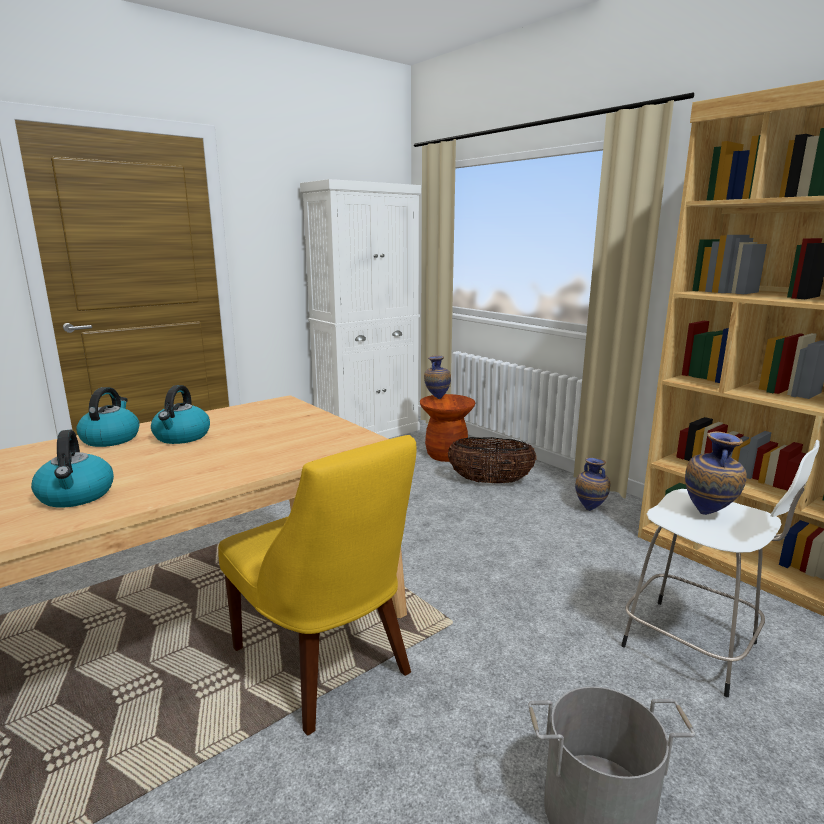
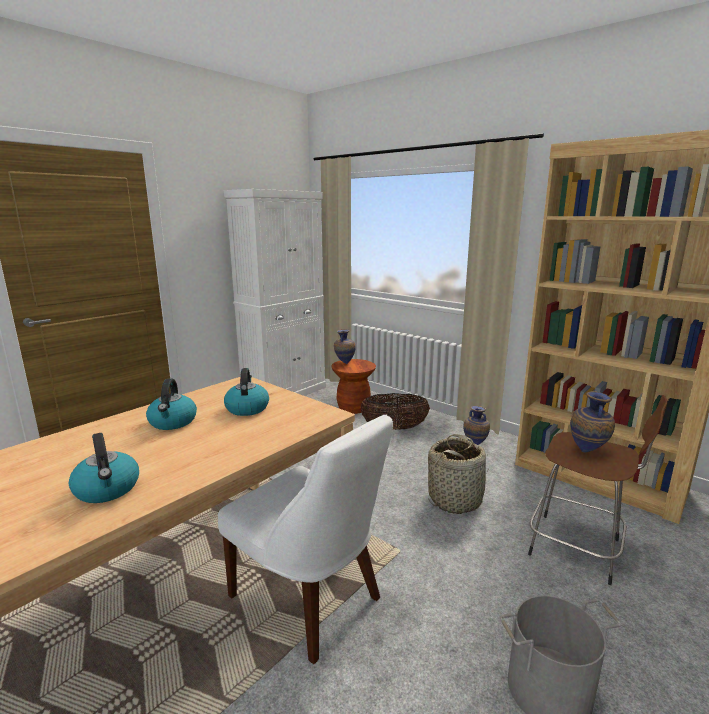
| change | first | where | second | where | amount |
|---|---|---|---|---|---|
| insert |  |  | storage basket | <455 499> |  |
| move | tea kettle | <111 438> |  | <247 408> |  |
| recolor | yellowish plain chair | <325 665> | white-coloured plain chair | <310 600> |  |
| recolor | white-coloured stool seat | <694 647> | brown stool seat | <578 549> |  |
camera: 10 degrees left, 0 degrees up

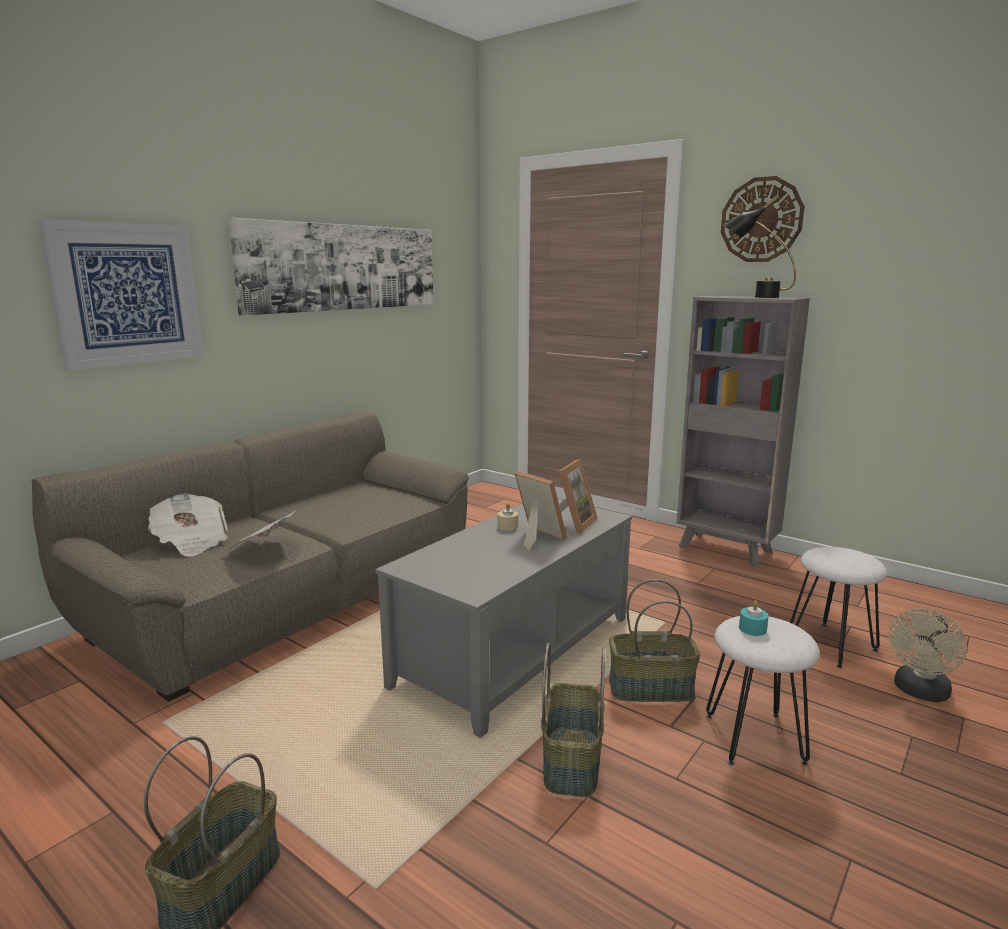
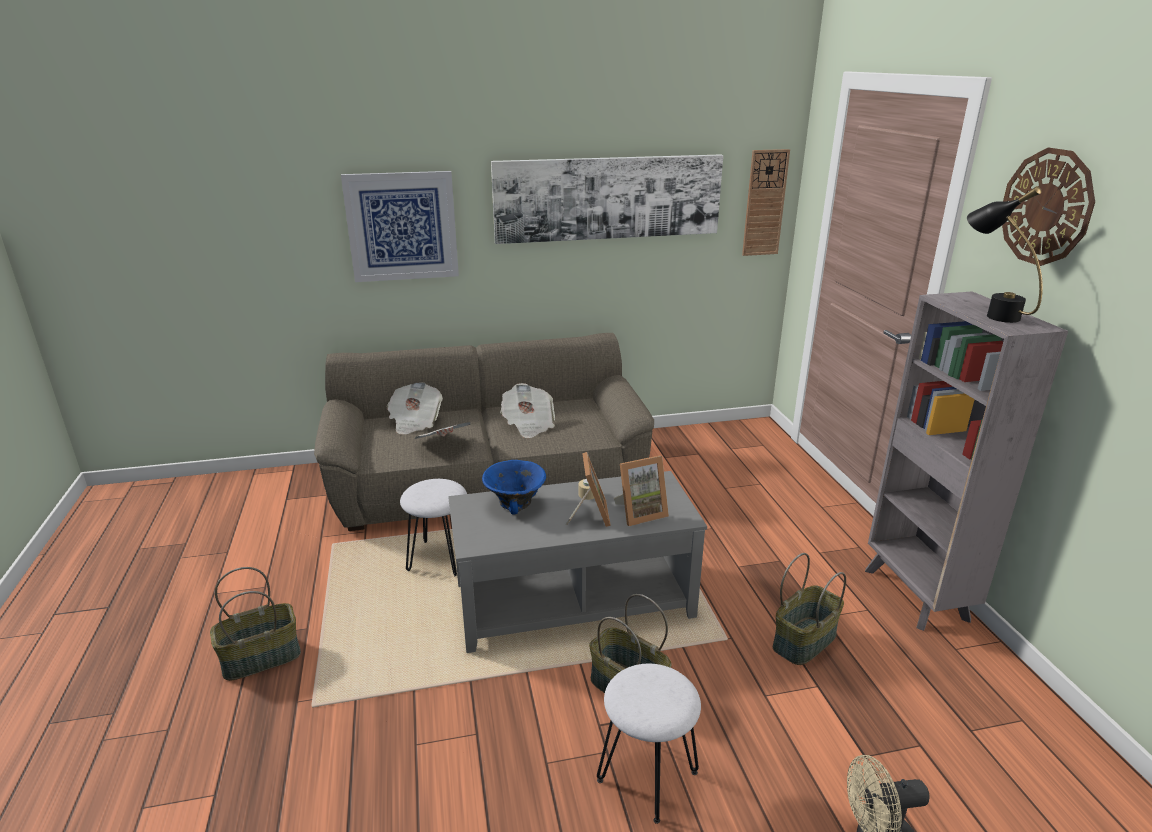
| change | first | where | second | where | amount |
|---|---|---|---|---|---|
| delete | blue-green wax light | <752 629> |  |  |  |
| insert |  |  | bluish deep dish | <514 504> |  |
| insert |  |  | printed paper | <528 424> |  |
| insert |  |  | wall clock | <764 203> |  |
| move | storage basket | <570 761> |  | <803 640> |  |
| move | white-coloured stool seat | <831 644> |  | <440 559> |  |
camera: 40 degrees right, 10 degrees up

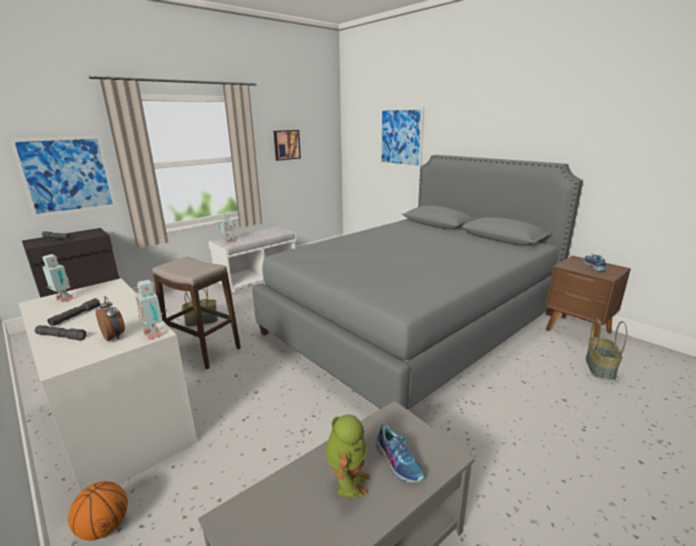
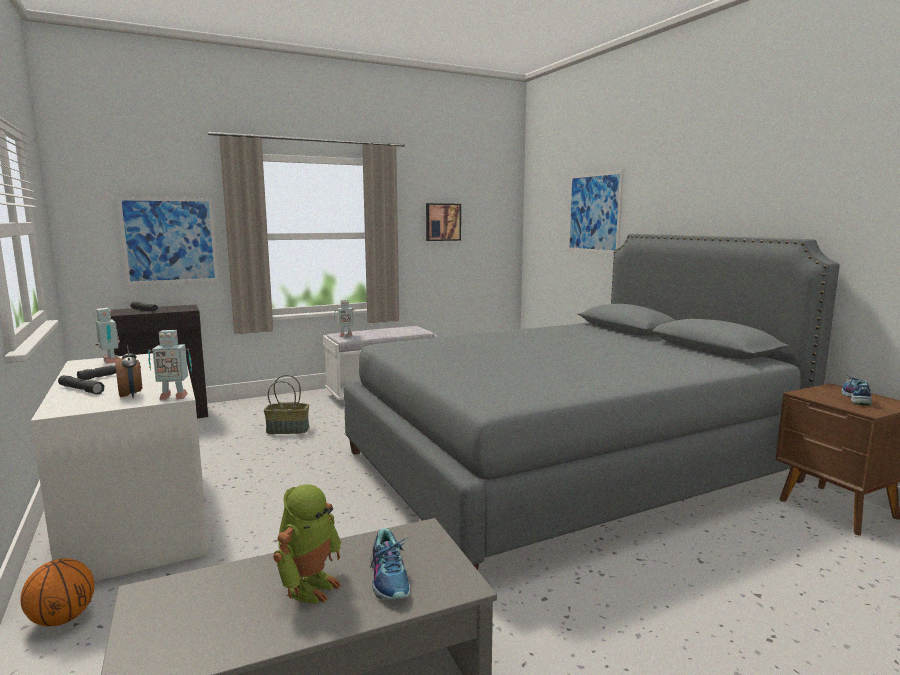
| change | first | where | second | where | amount |
|---|---|---|---|---|---|
| delete | stool seat | <203 350> |  |  |  |
| delete | storage basket | <600 368> |  |  |  |
| rotate | robot figure | <154 333> |  | <173 397> | 75 degrees counterclockwise |
camera: 15 degrees right, 10 degrees down

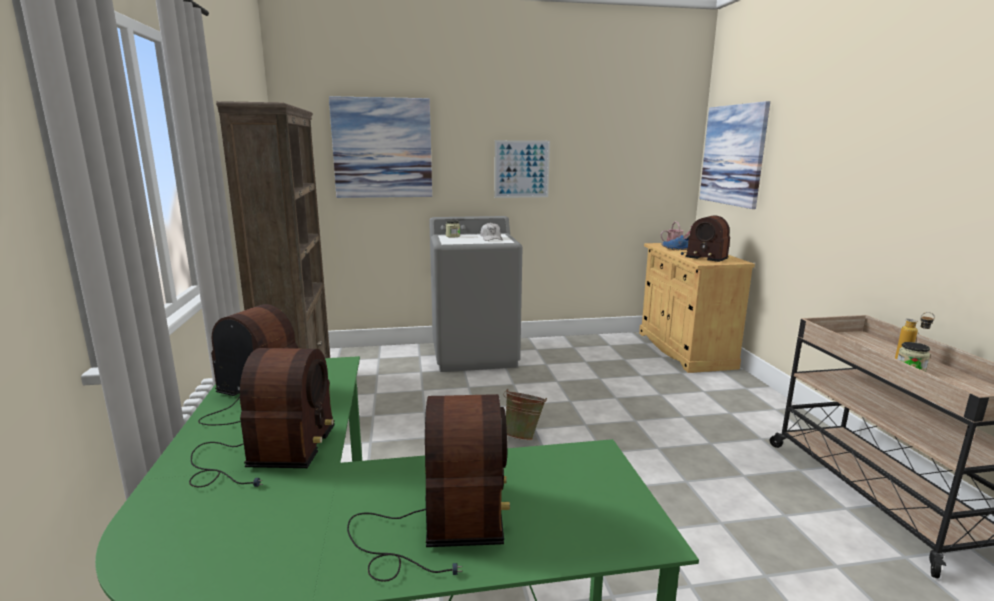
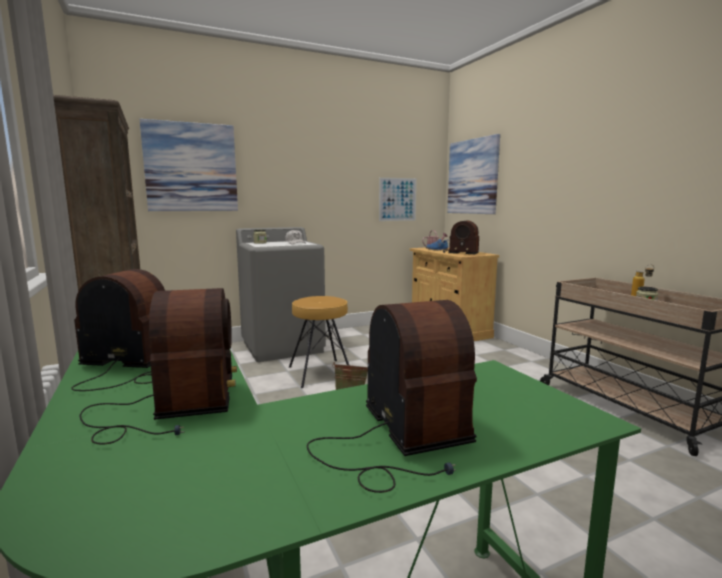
| change | first | where | second | where | amount |
|---|---|---|---|---|---|
| insert |  |  | brown stool seat | <320 373> |  |
| move | picture | <521 169> |  | <397 199> |  |
camera: 15 degrees left, 5 degrees down

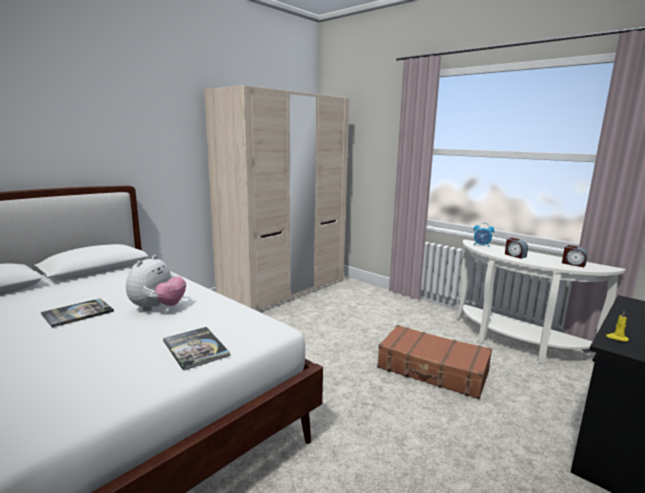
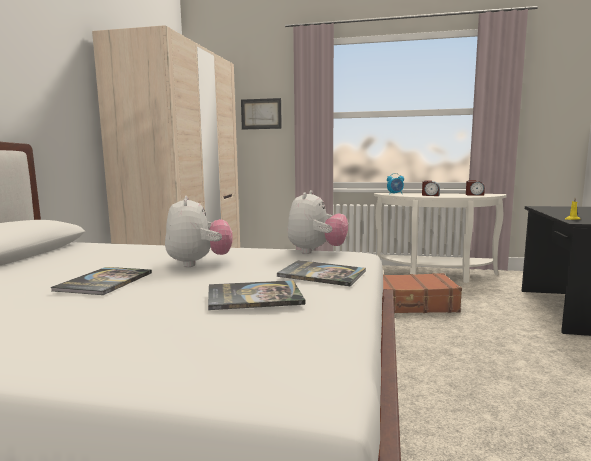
| change | first | where | second | where | amount |
|---|---|---|---|---|---|
| insert |  |  | book | <254 296> |  |
| insert |  |  | picture | <261 114> |  |
| insert |  |  | cuddly toy | <316 251> |  |
camera: 30 degrees left, 5 degrees down

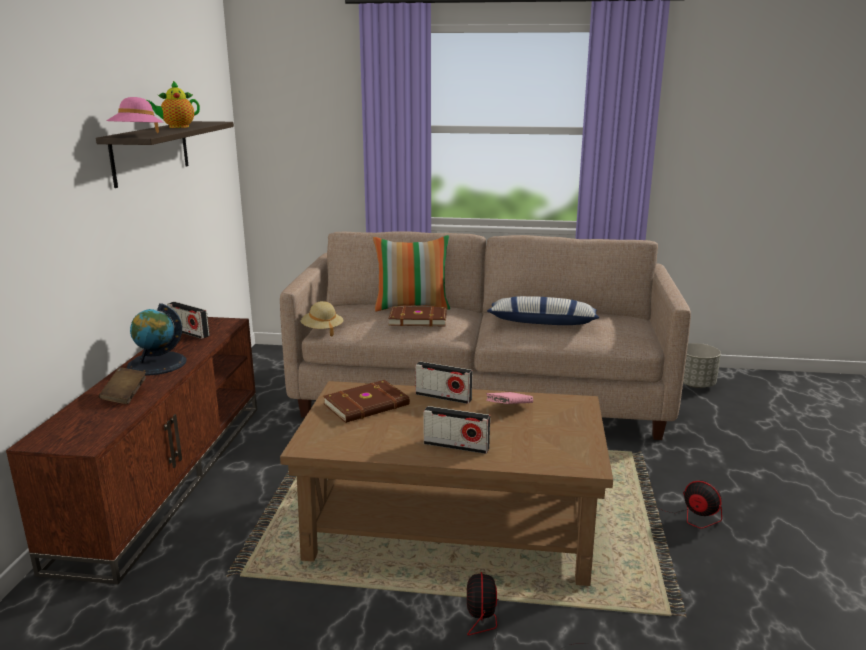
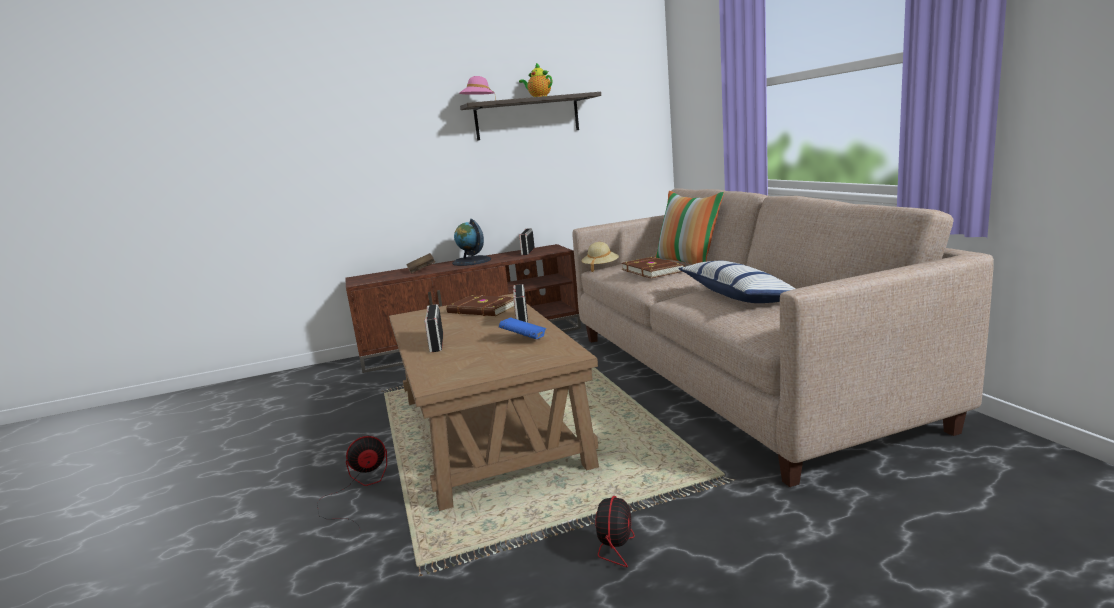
| change | first | where | second | where | amount |
|---|---|---|---|---|---|
| delete | gray planter | <695 384> |  |  |  |
| recolor | pink book | <509 408> | bluish book | <524 339> |  |
camera: 65 degrees right, 5 degrees down

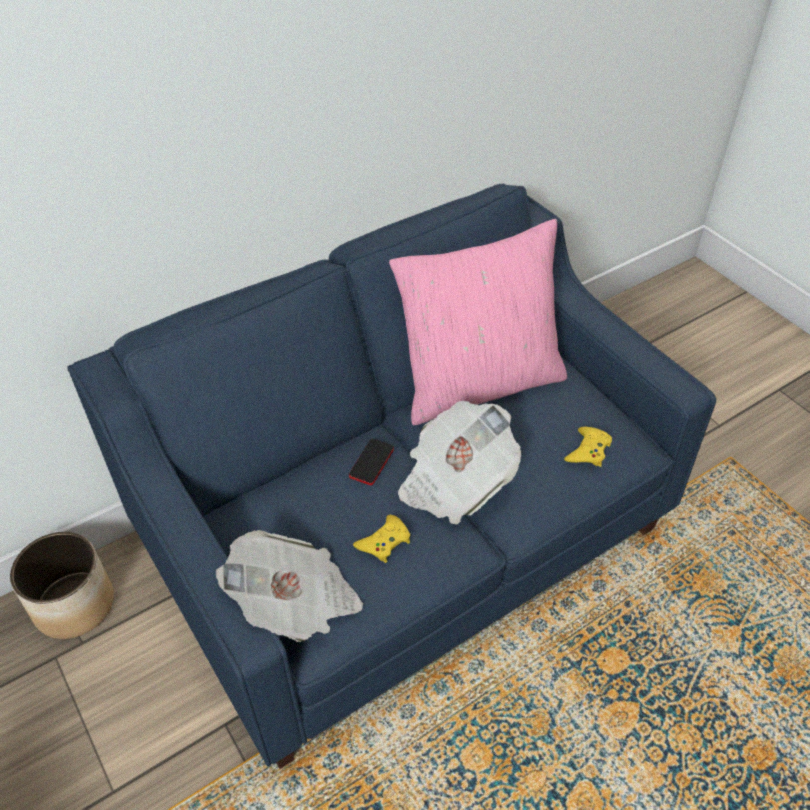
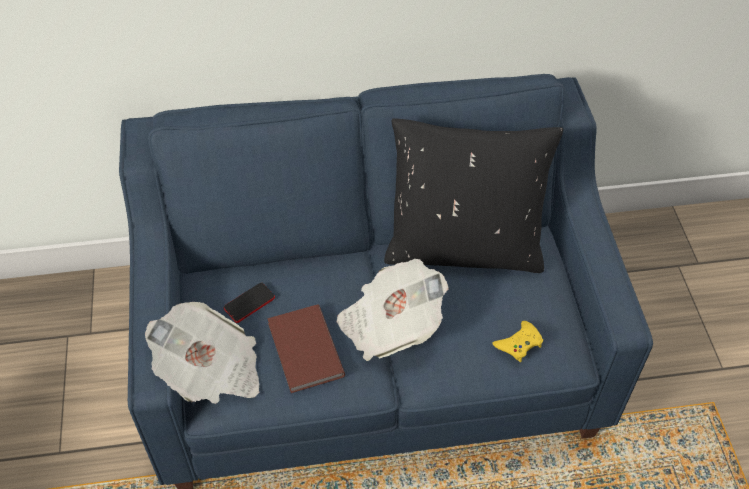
| change | first | where | second | where | amount |
|---|---|---|---|---|---|
| delete | planter | <75 604> |  |  |  |
| move | telephone | <371 462> |  | <249 303> |  |
| replace | yellowish gamepad | <384 542> | brown book | <303 351> |  |
| recolor | pink pillow | <479 383> | black-coloured pillow | <463 247> |  |
camera: 25 degrees right, 5 degrees up

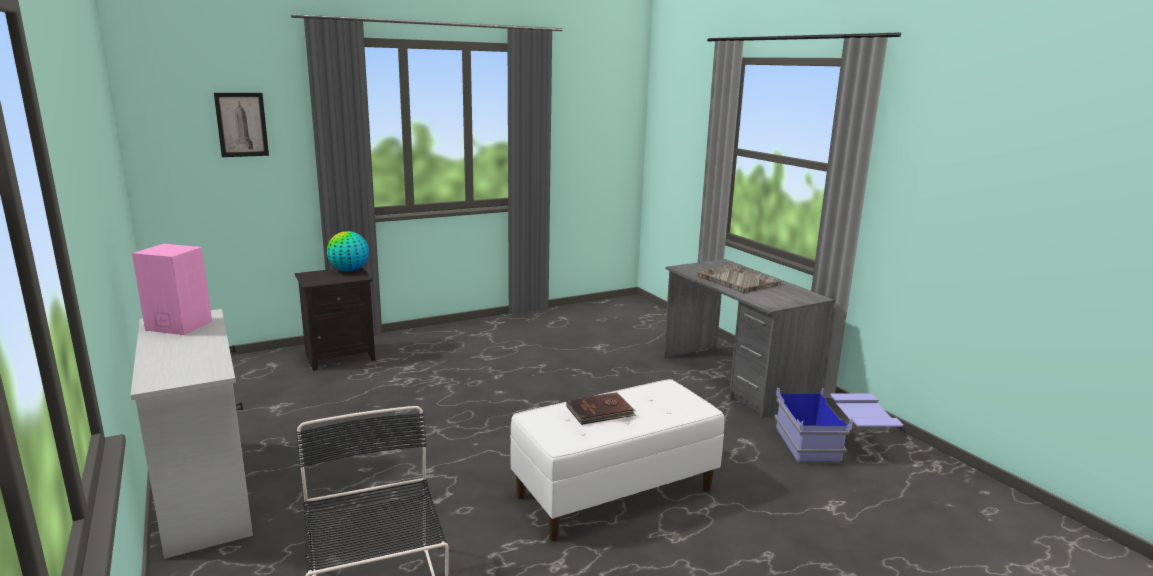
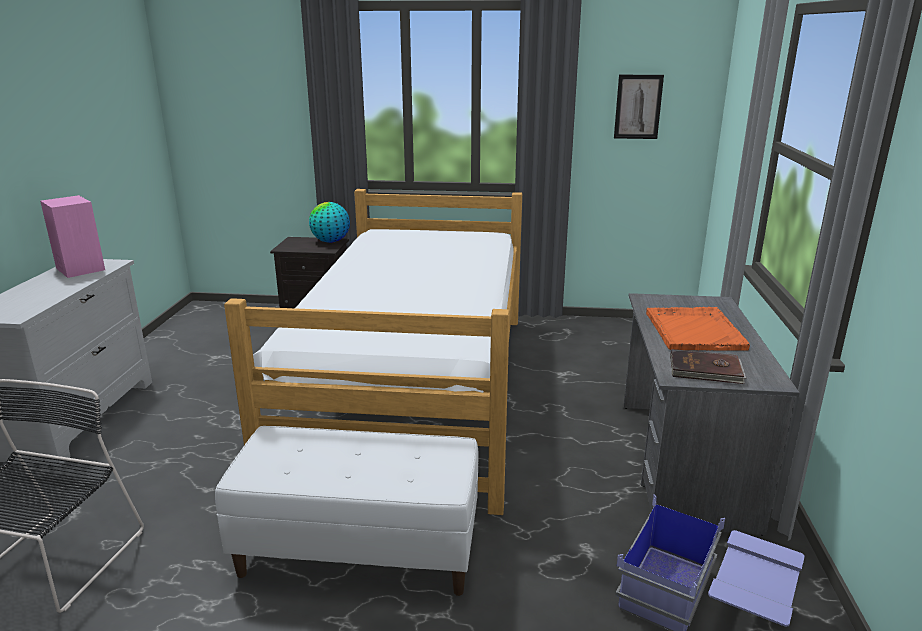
| change | first | where | second | where | amount |
|---|---|---|---|---|---|
| insert |  |  | bed | <416 389> |  |
| move | picture | <242 124> |  | <638 107> |  |
| move | brown book | <600 411> |  | <706 370> |  |
| recolor | gray tray | <737 280> | orangey tray | <694 330> |  |
camera: 35 degrees right, 5 degrees up

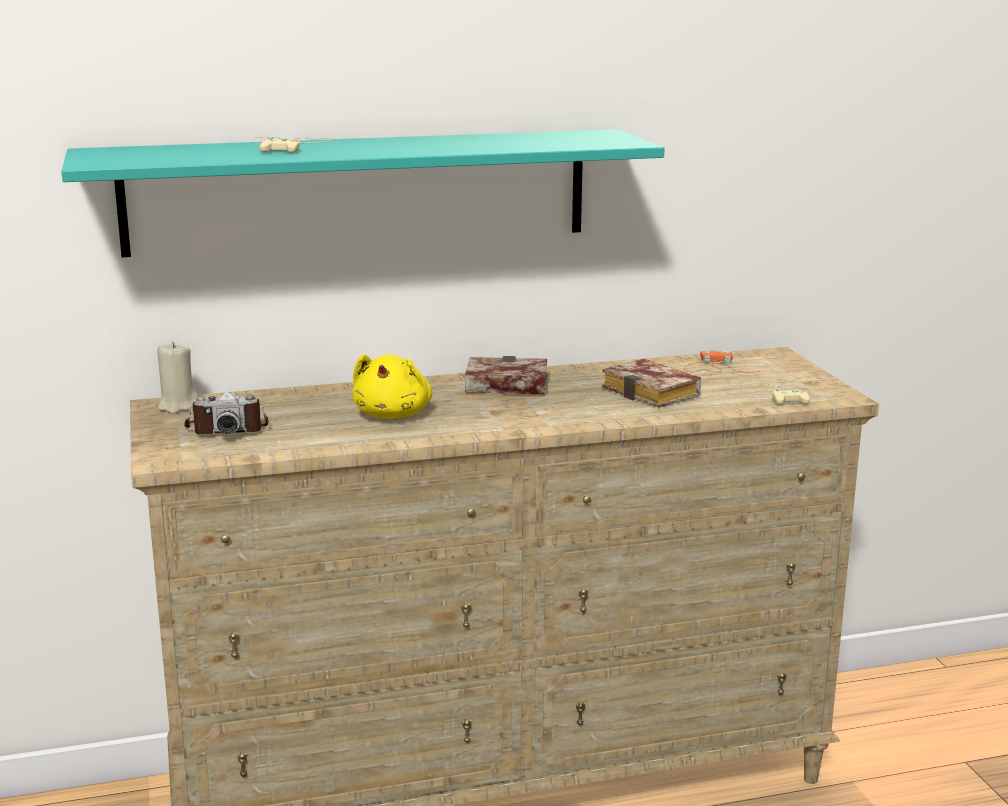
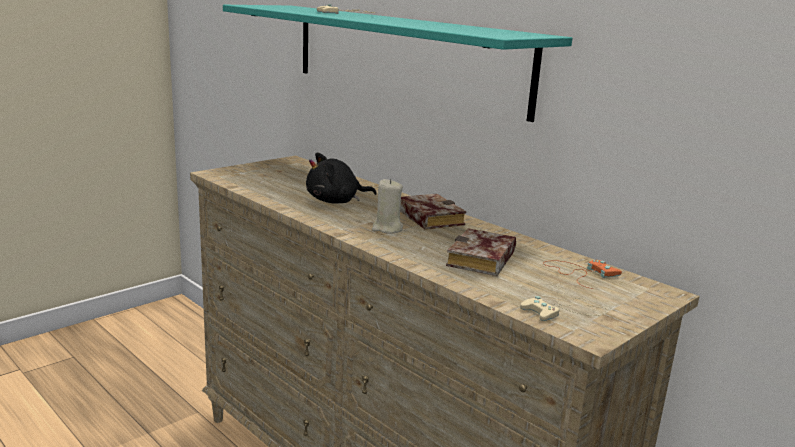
| change | first | where | second | where | amount |
|---|---|---|---|---|---|
| delete | still camera | <226 429> |  |  |  |
| move | beige-coloured wax light | <178 406> |  | <387 228> |  |
| recolor | yellowish cuddly toy | <393 414> | black-coloured cuddly toy | <336 201> |  |
camera: 60 degrees right, 0 degrees up

